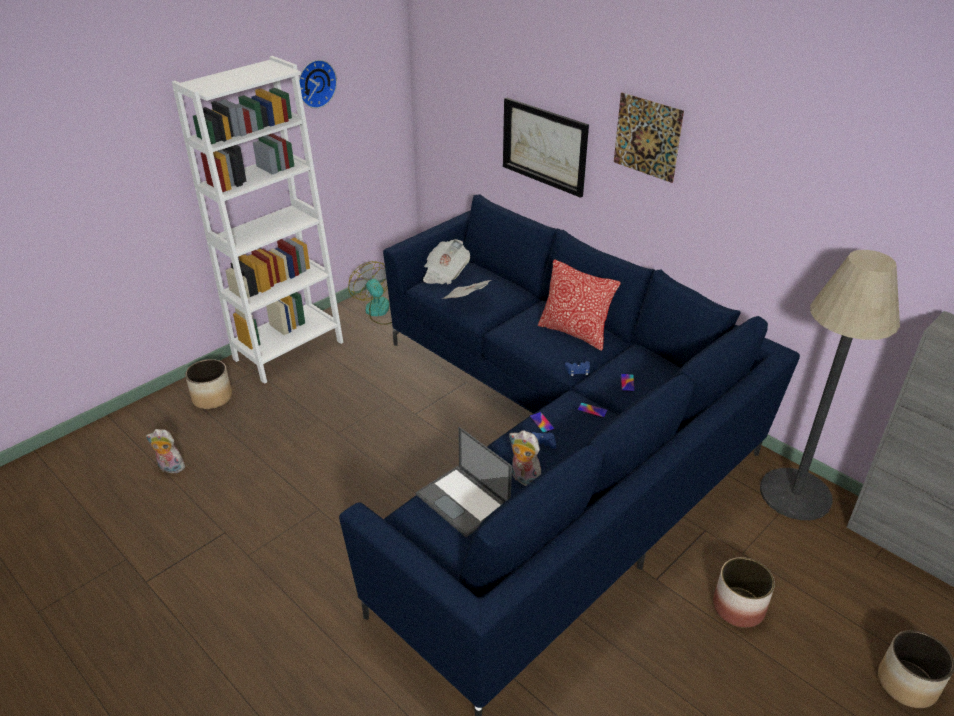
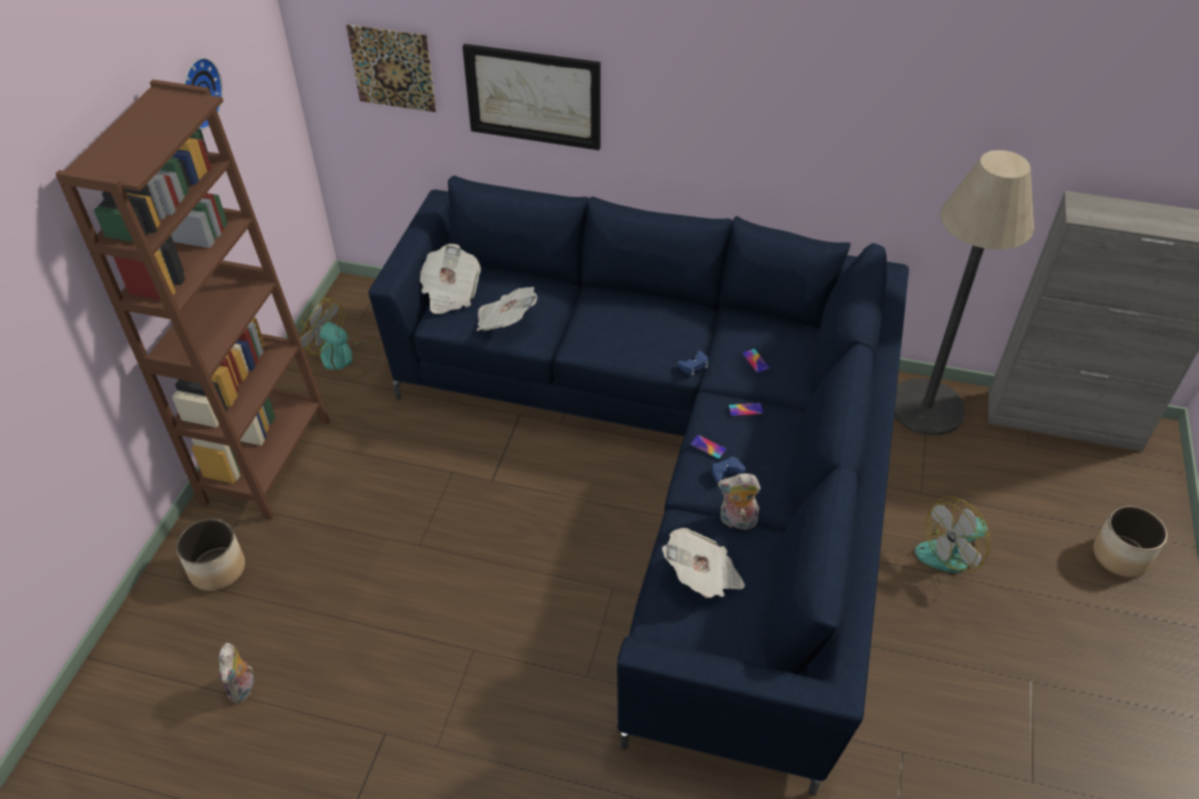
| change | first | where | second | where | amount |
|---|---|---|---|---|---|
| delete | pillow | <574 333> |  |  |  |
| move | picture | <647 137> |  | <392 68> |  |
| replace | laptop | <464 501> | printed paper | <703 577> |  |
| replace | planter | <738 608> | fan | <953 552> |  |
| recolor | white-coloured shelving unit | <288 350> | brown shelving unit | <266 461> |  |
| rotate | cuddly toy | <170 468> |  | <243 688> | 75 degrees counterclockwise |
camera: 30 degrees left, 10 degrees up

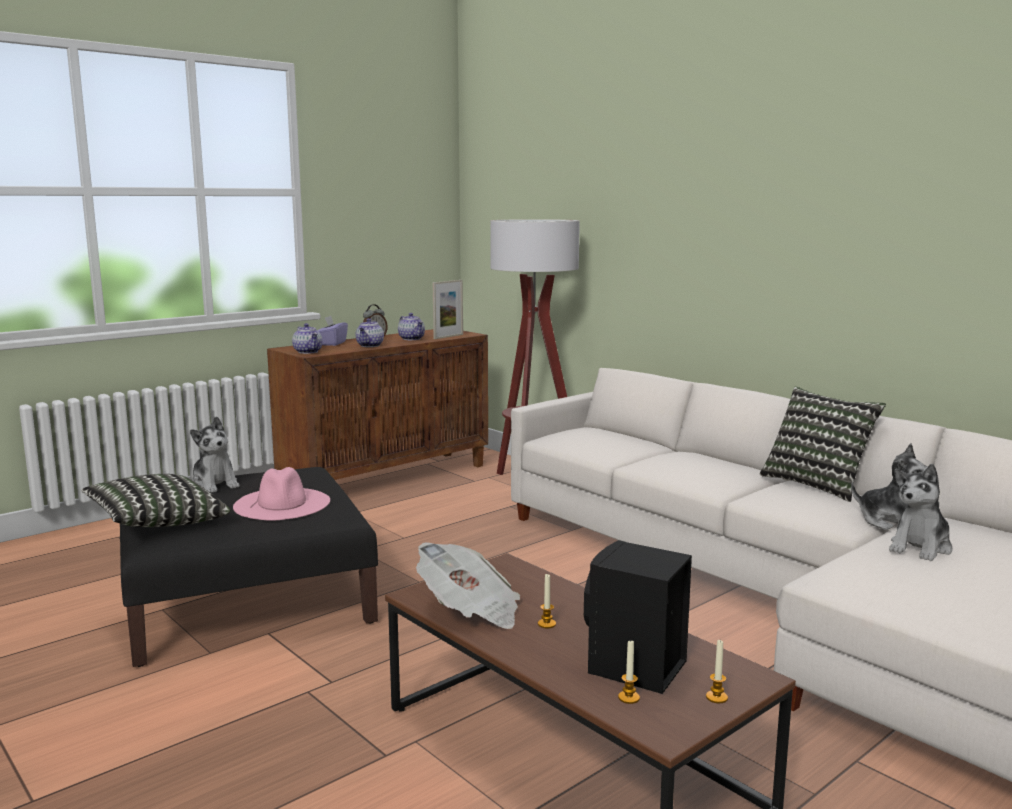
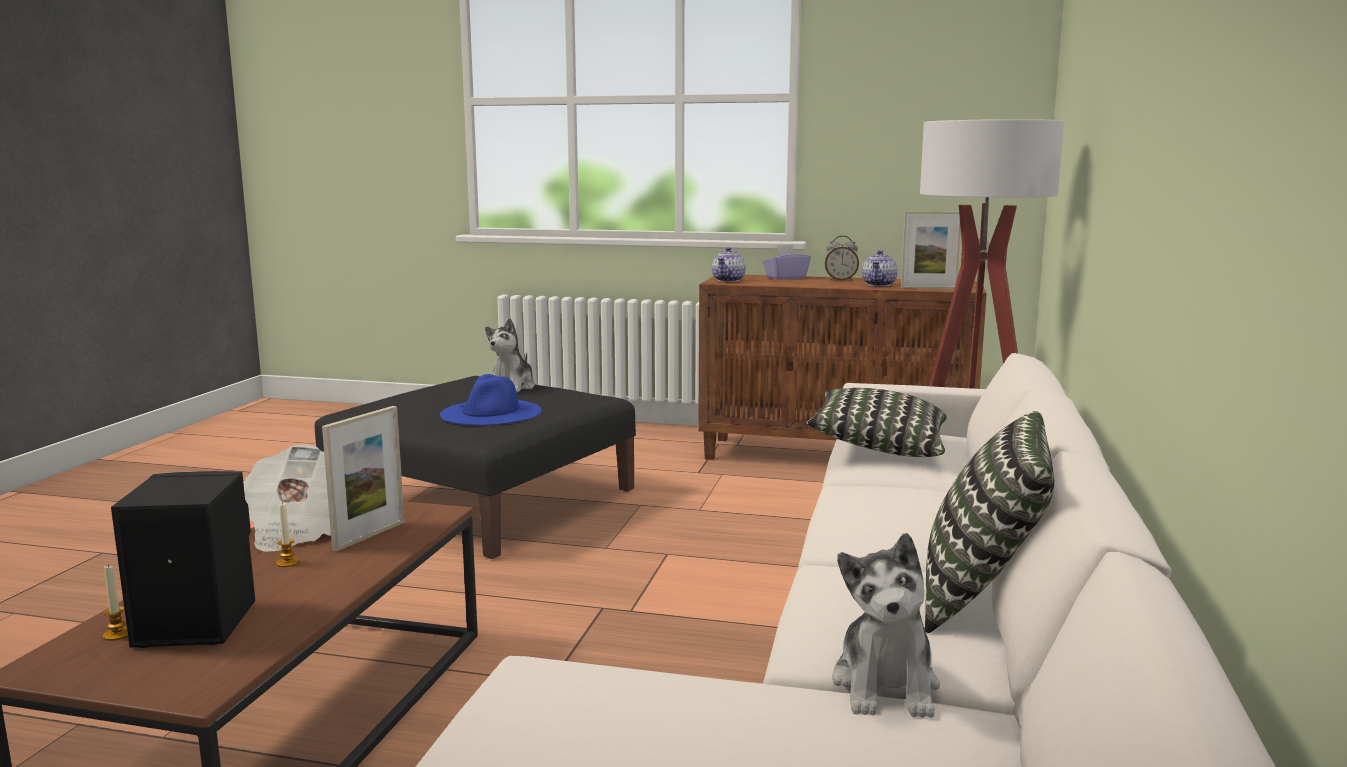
| change | first | where | second | where | amount |
|---|---|---|---|---|---|
| delete | tea pot | <370 346> |  |  |  |
| delete | wax light | <716 697> |  |  |  |
| delete | cuddly toy | <920 547> |  |  |  |
| insert |  |  | picture frame | <369 536> |  |
| move | pillow | <157 524> |  | <878 447> |  |
| recolor | pink wearable hat | <282 503> | bluish wearable hat | <491 412> |  |
camera: 55 degrees right, 0 degrees up

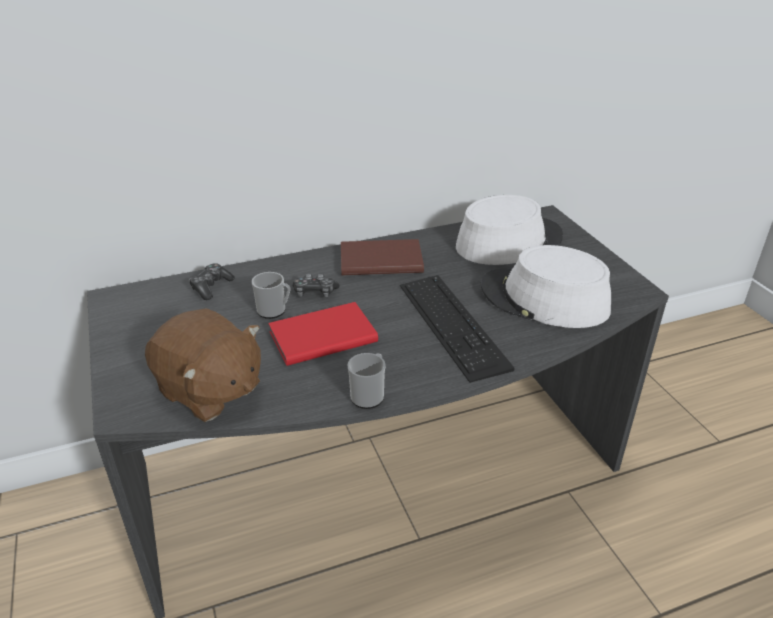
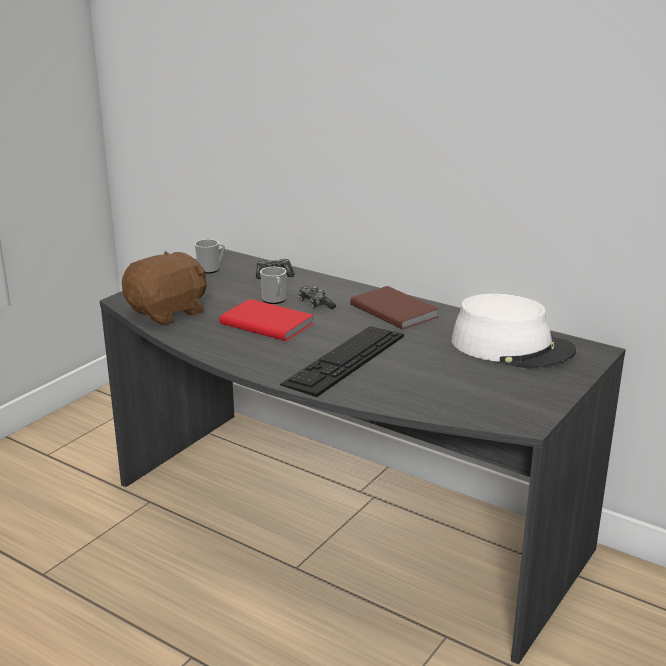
| change | first | where | second | where | amount |
|---|---|---|---|---|---|
| delete | white-coloured wearable hat | <544 299> |  |  |  |
| move | coffee mug | <369 395> |  | <211 269> |  |
| rotate | brown cuddly toy | <210 391> |  | <168 313> | 135 degrees counterclockwise |
camera: 55 degrees right, 10 degrees down

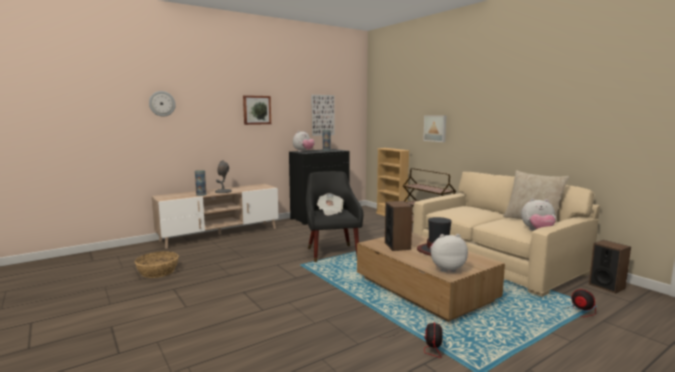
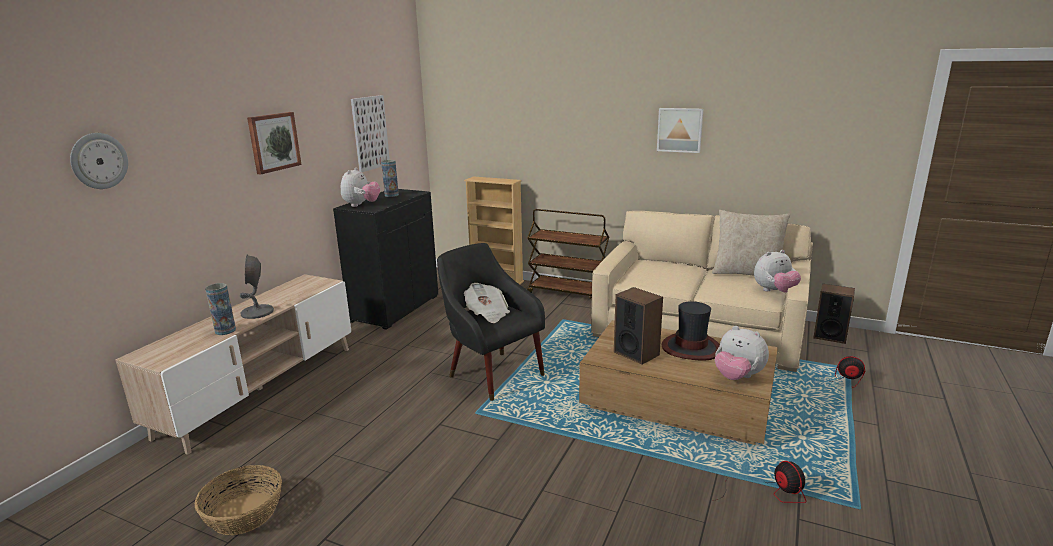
| change | first | where | second | where | amount |
|---|---|---|---|---|---|
| move | picture | <435 128> |  | <680 130> |  |
| rotate | cuddly toy | <446 268> |  | <737 377> | 105 degrees counterclockwise |
camera: 30 degrees left, 10 degrees up

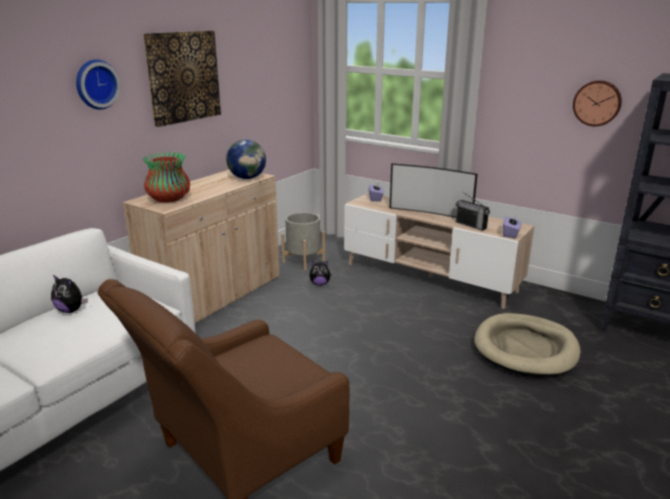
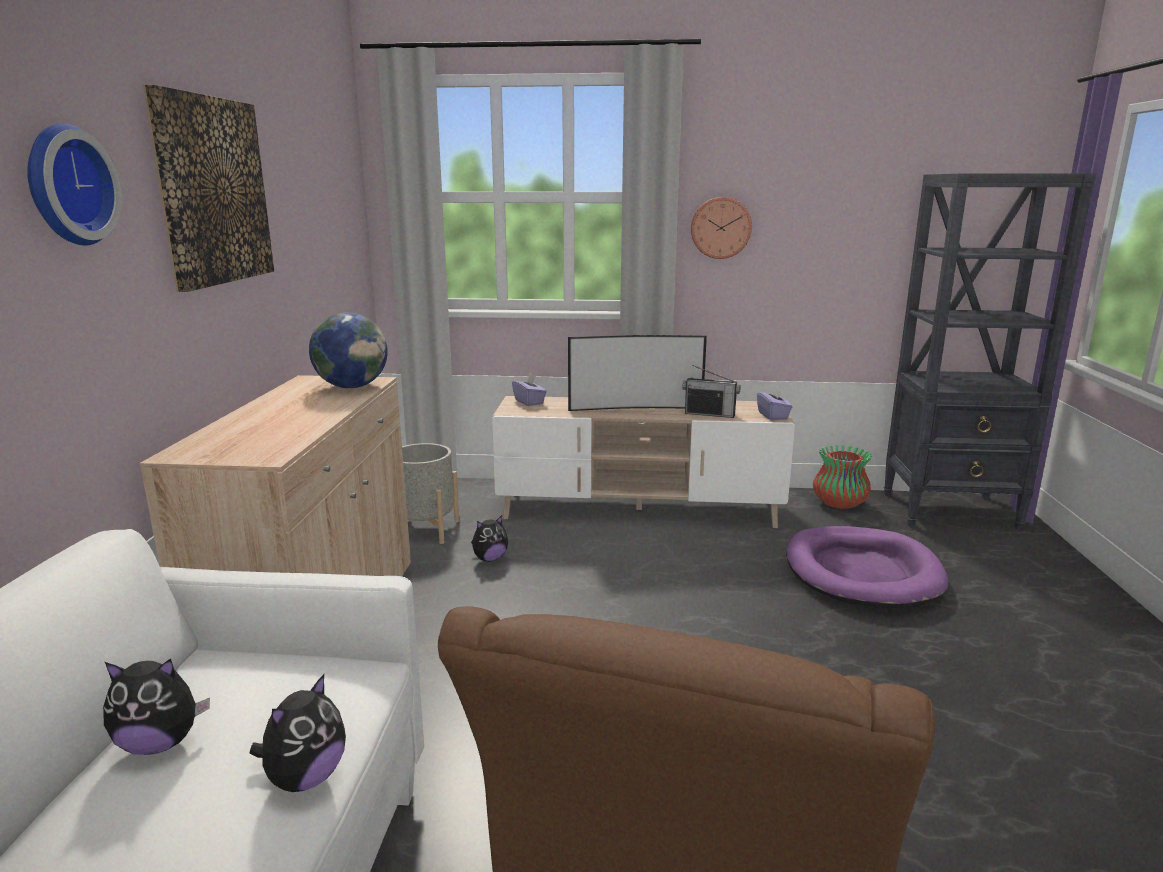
| change | first | where | second | where | amount |
|---|---|---|---|---|---|
| insert |  |  | cuddly toy | <305 778> |  |
| move | decorative vase | <169 199> |  | <839 503> |  |
| move | wall clock | <597 103> |  | <720 227> |  |
| recolor | beige-coloured dog cushion | <525 348> | purplish dog cushion | <862 572> |  |
camera: 30 degrees left, 5 degrees down

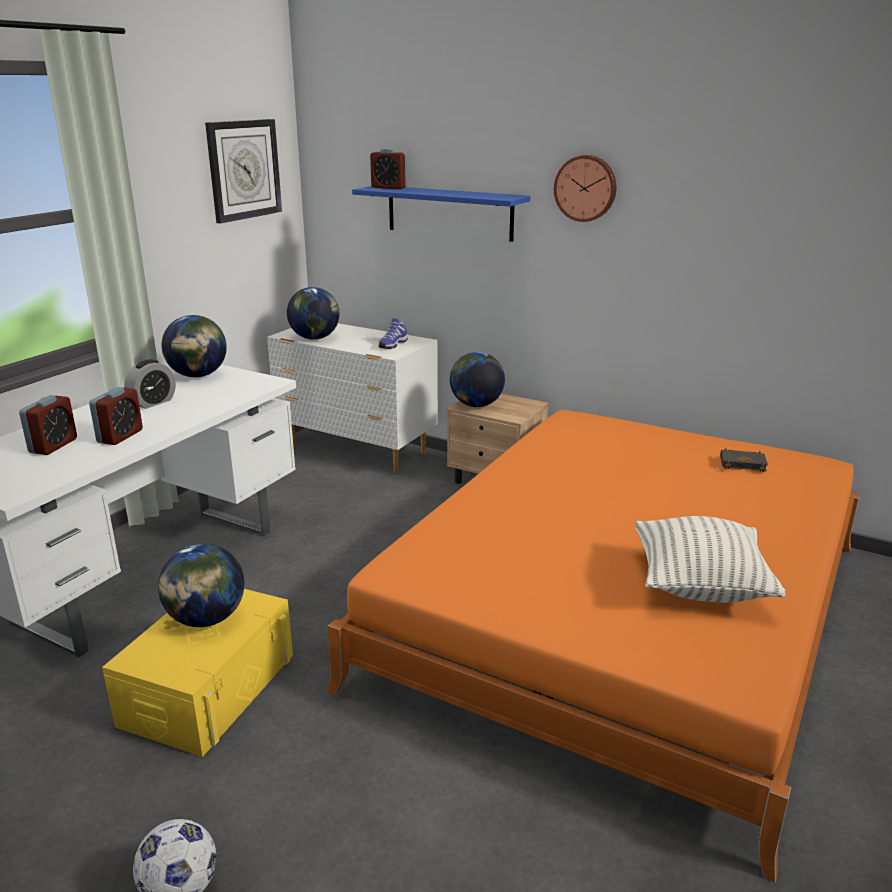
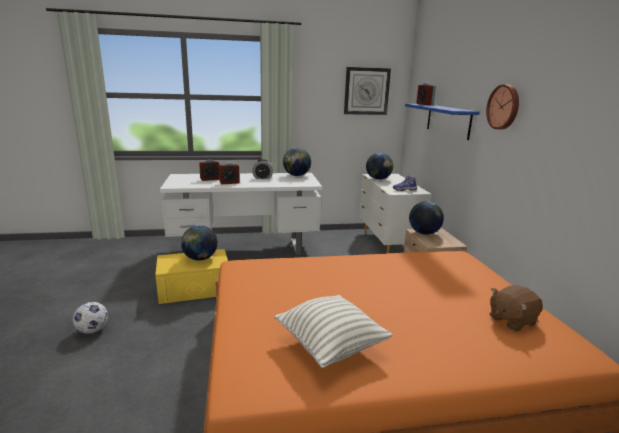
| change | first | where | second | where | amount |
|---|---|---|---|---|---|
| replace | black-coloured book | <743 463> | brown cuddly toy | <511 320> |  |
camera: 50 degrees right, 5 degrees down

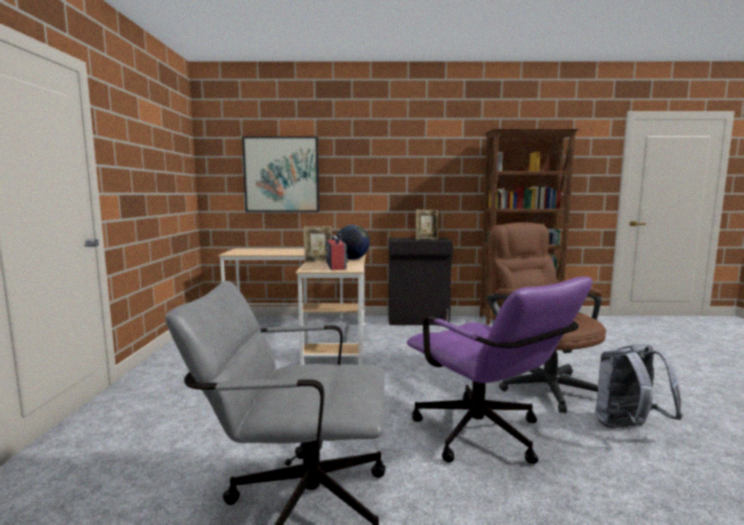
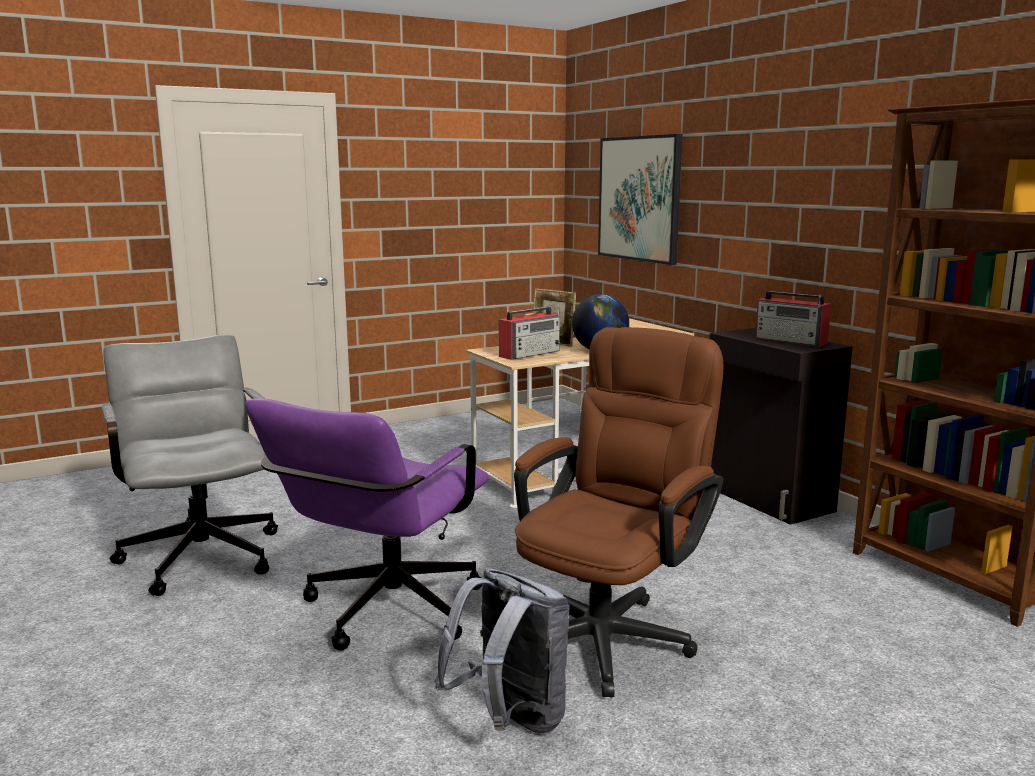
| change | first | where | second | where | amount |
|---|---|---|---|---|---|
| replace | picture frame | <426 239> | radio | <791 341> |  |
camera: 60 degrees right, 5 degrees up

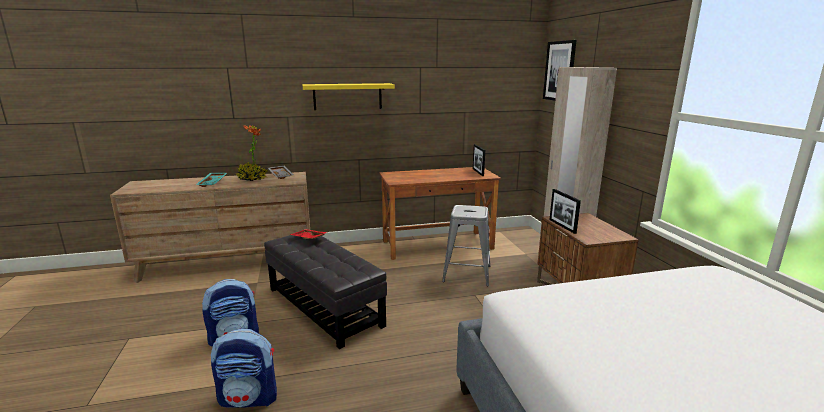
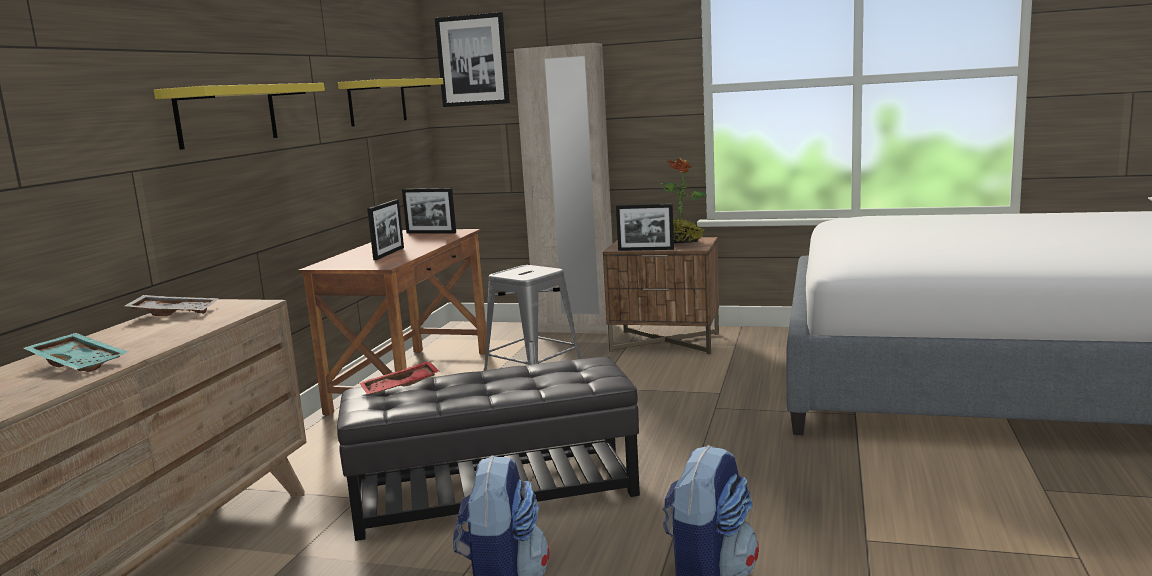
| change | first | where | second | where | amount |
|---|---|---|---|---|---|
| insert |  |  | yellowish shelf | <377 102> |  |
| insert |  |  | picture frame | <389 253> |  |
| move | plant in a pot | <252 179> |  | <681 243> |  |
camera: 60 degrees left, 5 degrees down

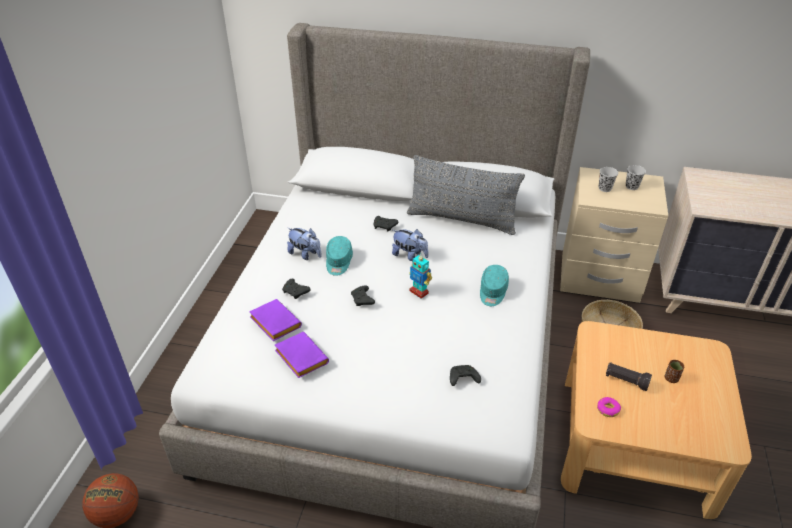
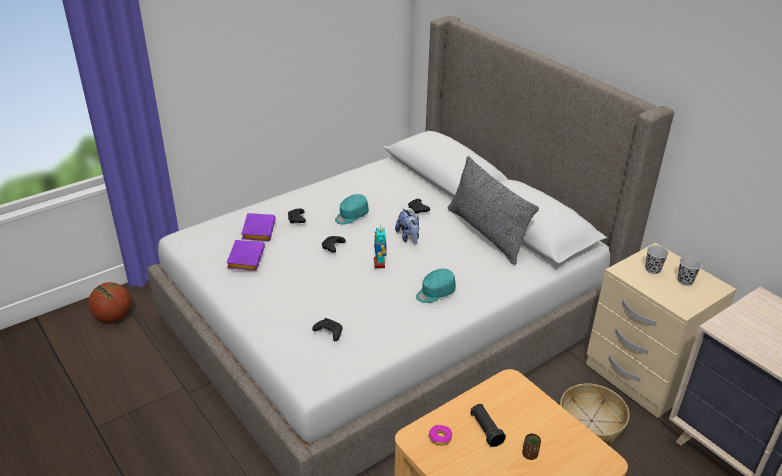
| change | first | where | second | where | amount |
|---|---|---|---|---|---|
| delete | cuddly toy | <305 254> |  |  |  |
camera: 40 degrees right, 5 degrees down

